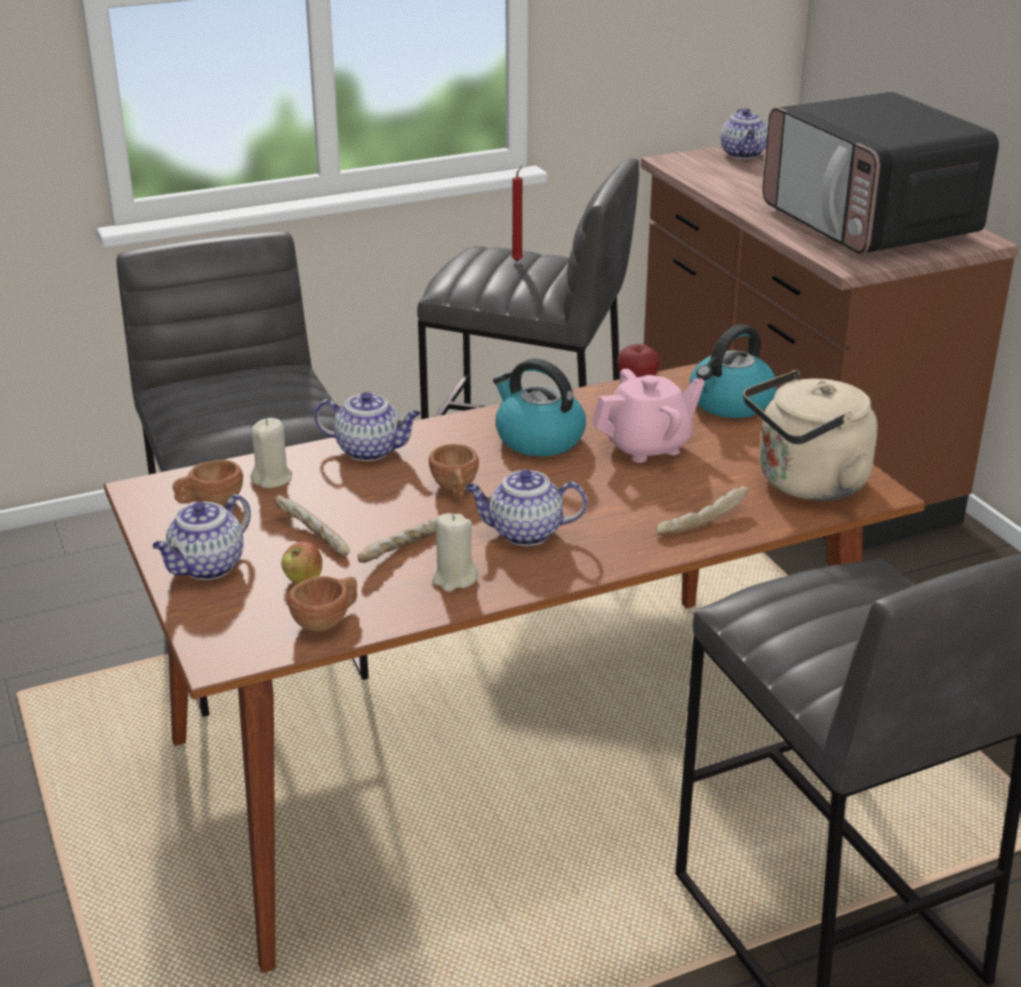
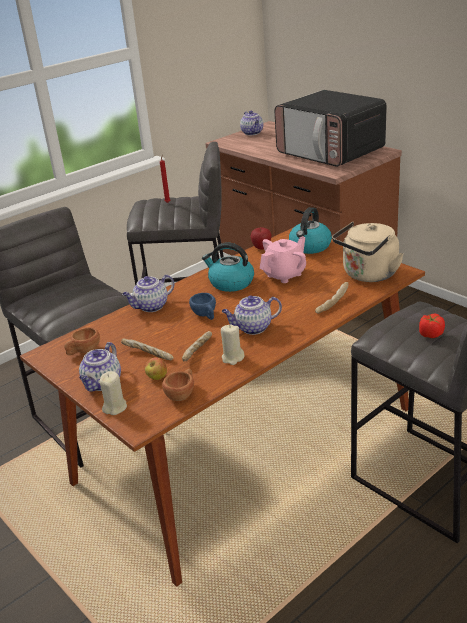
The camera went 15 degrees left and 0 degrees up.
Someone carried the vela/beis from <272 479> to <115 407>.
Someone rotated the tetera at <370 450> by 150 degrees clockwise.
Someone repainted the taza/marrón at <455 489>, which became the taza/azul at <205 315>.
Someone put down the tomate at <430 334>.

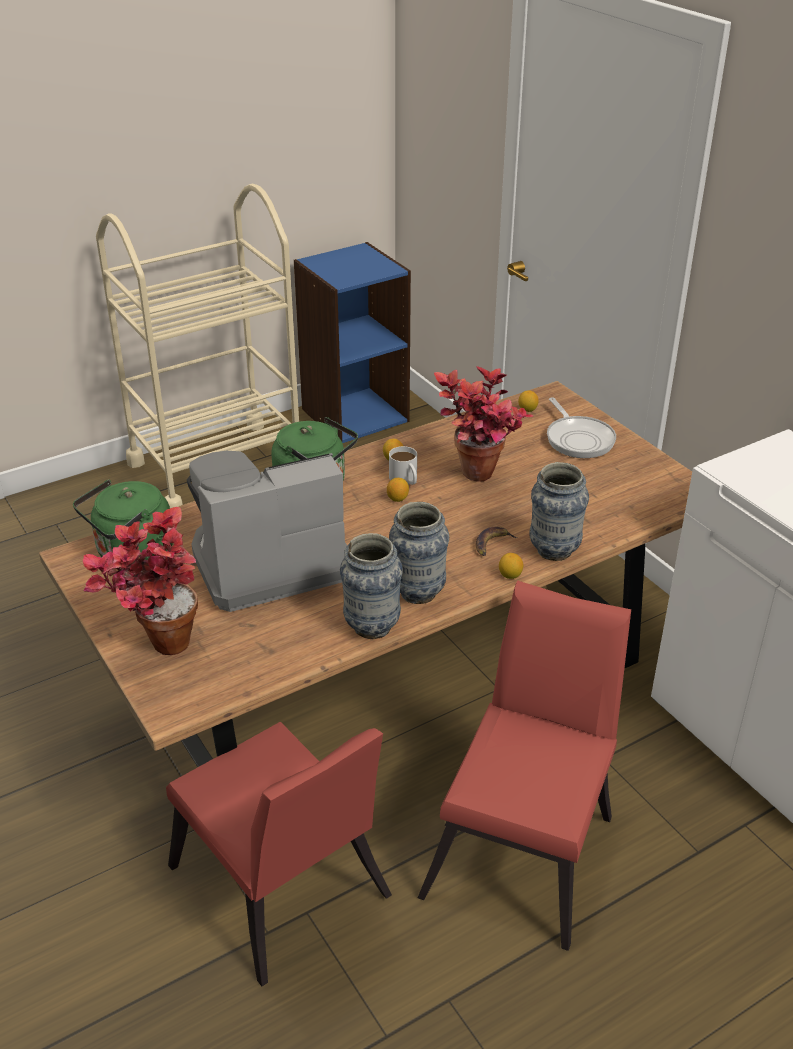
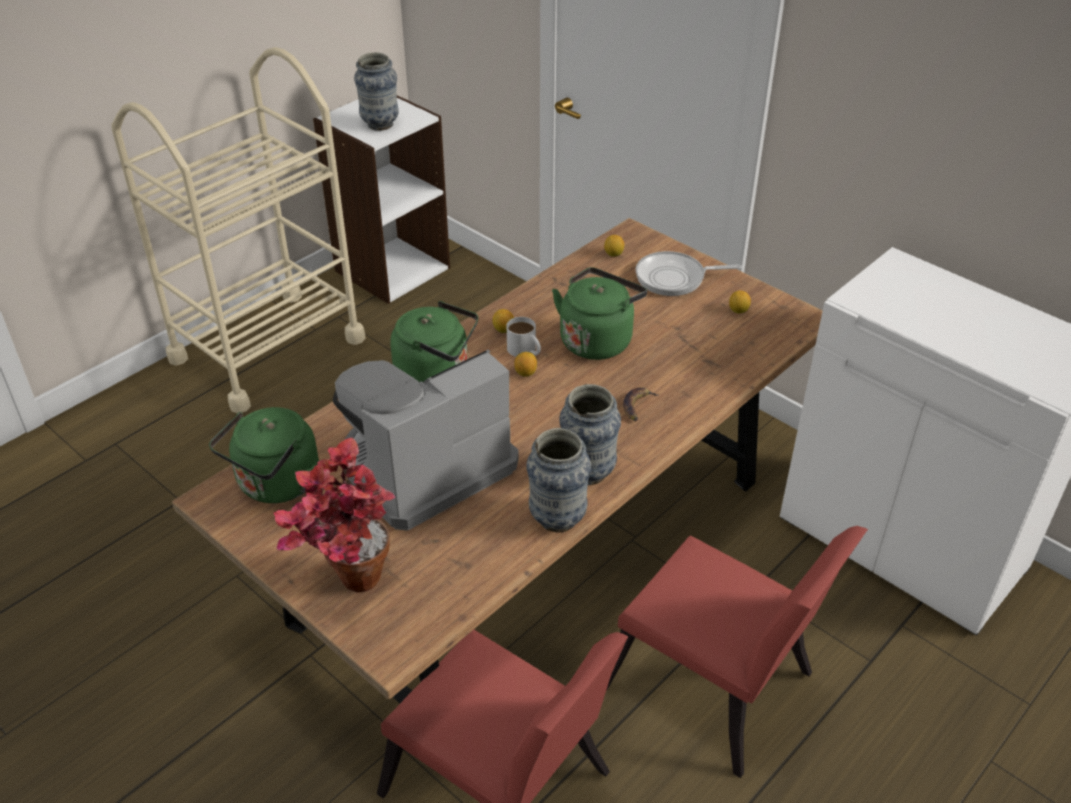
The camera went 15 degrees left and 5 degrees up.
Someone repainted the estantería/azul at <354 414>, which became the estantería/blanco at <391 268>.
Someone rotated the silla/rojo at <525 845> by 120 degrees clockwise.
Someone swapped the planta en maceta at <479 481> for the hervidor/verde at <597 339>.
Someone carried the limón from <510 575> to <738 311>.
Someone carried the florero from <554 551> to <380 125>.
Someone rotated the sartén at <578 439> by 120 degrees clockwise.

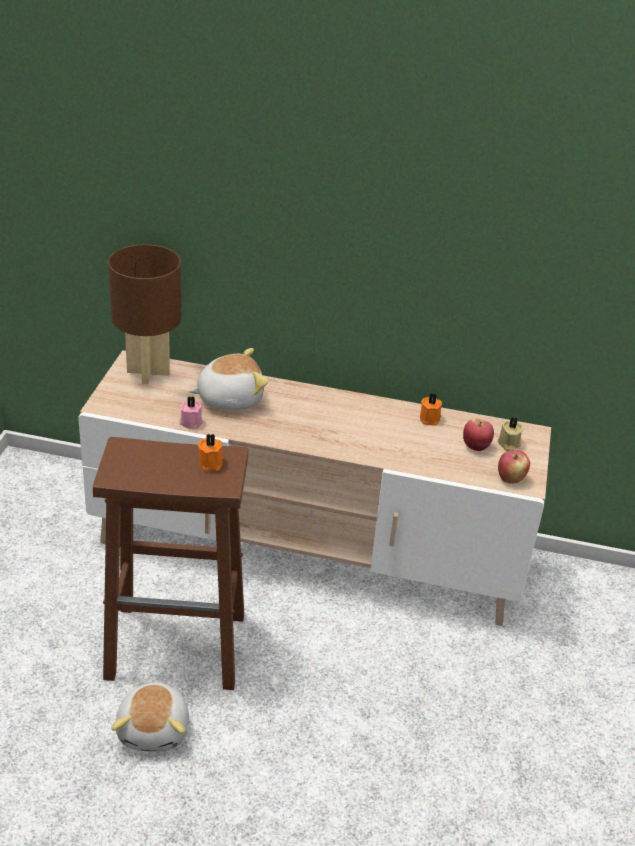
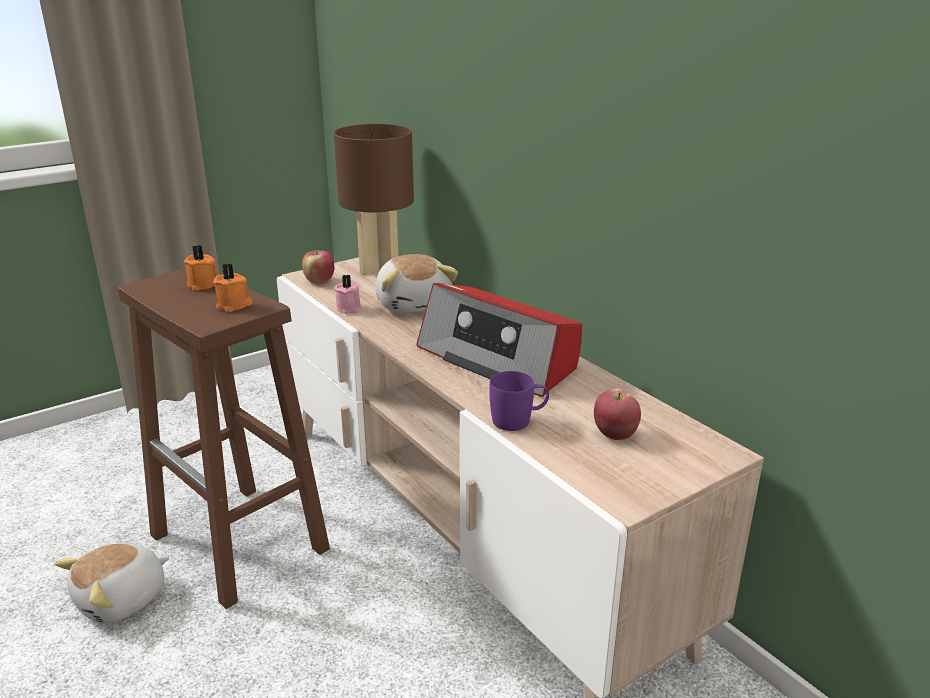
The camera went 45 degrees right and 10 degrees down.
Someone rotated the peluche at <229 398> by 45 degrees clockwise.
Someone carried the vela/naranja from <430 419> to <204 285>.
Someone took away the vela/beis at <508 444>.
Someone carried the manzana from <510 479> to <319 281>.
Someone put down the radio at <499 359>.
Someone put down the taza grande/morado at <519 420>.

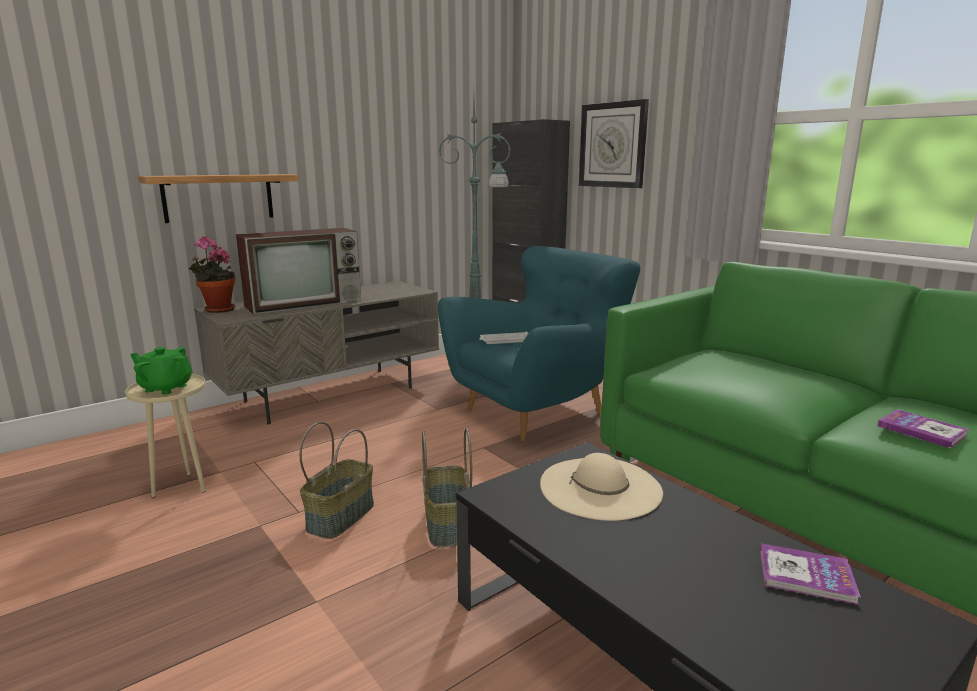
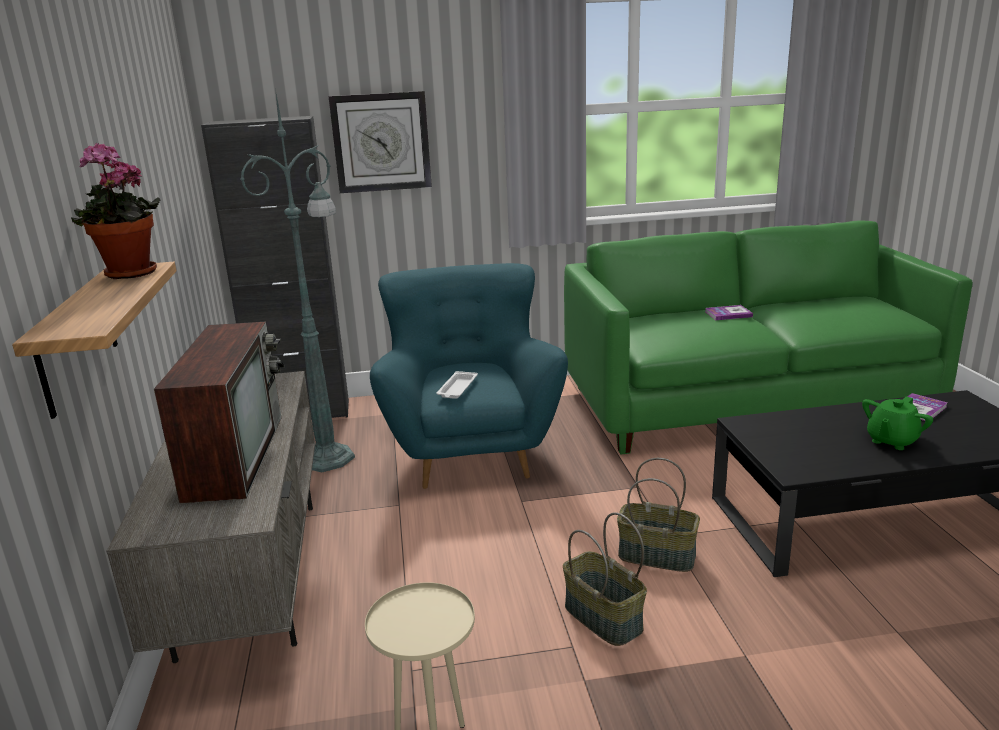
The camera went 60 degrees left and 5 degrees up.
Someone carried the tetera/verde from <165 388> to <891 441>.
Someone carried the planta en maceta from <217 310> to <129 274>.
Someone took away the sombrero/beis at <600 487>.
Someone carried the libro from <921 430> to <728 314>.

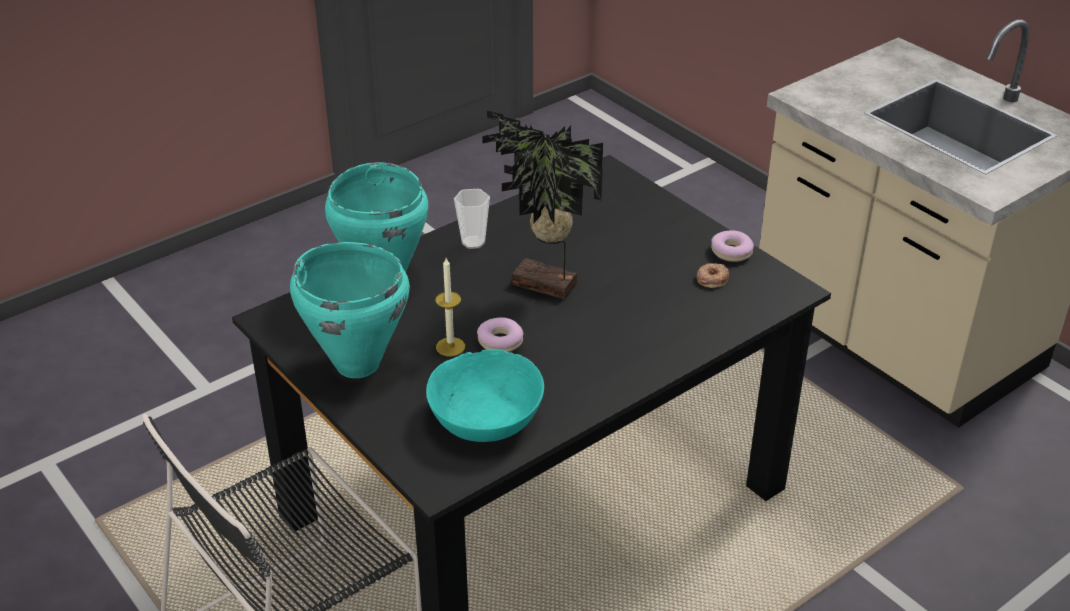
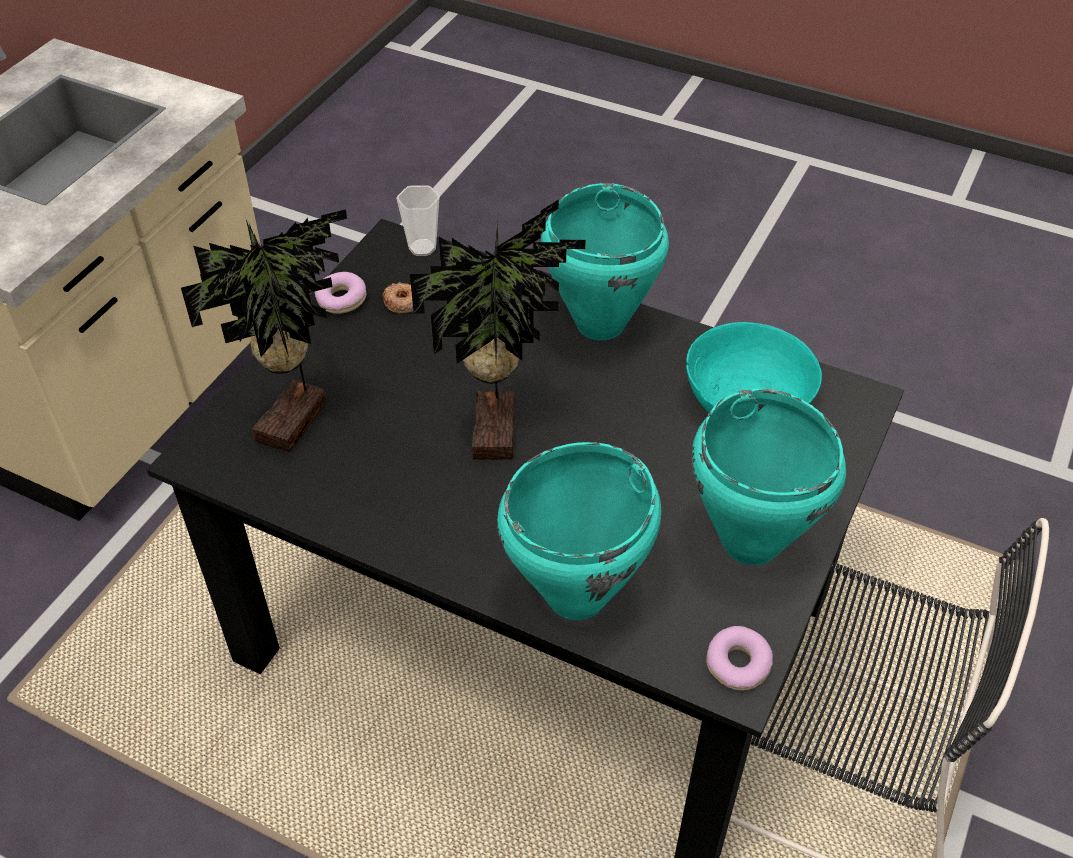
The camera went 115 degrees left and 10 degrees up.
Someone took away the vela at <450 347>.
Someone carried the taza from <473 242> to <422 248>.
Someone carried the rosquilla from <500 341> to <737 664>.
Someone put down the planta en maceta at <298 422>.
Someone put down the olla/turquesa at <599 324>.

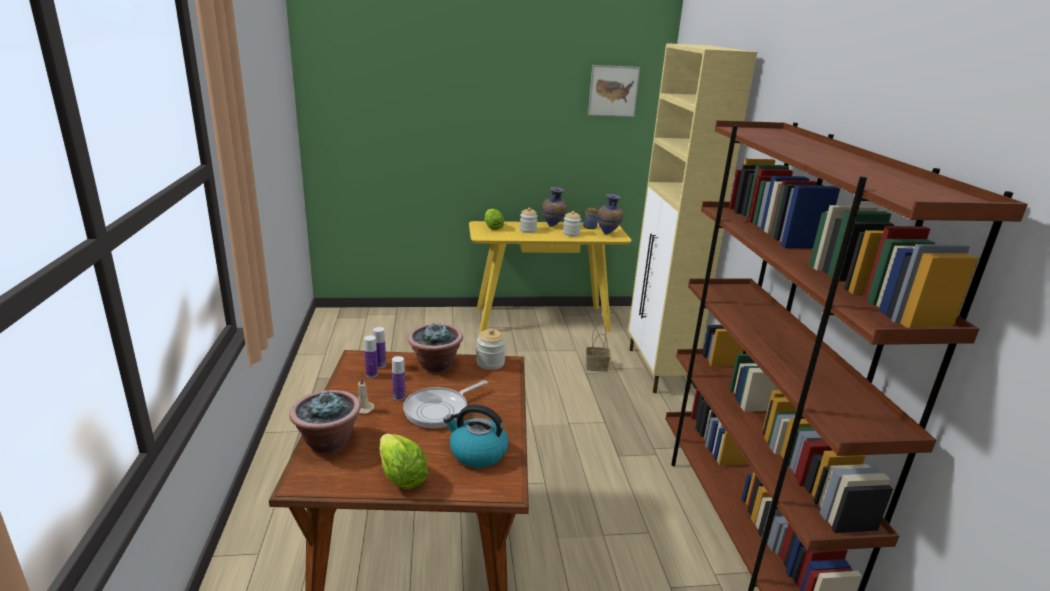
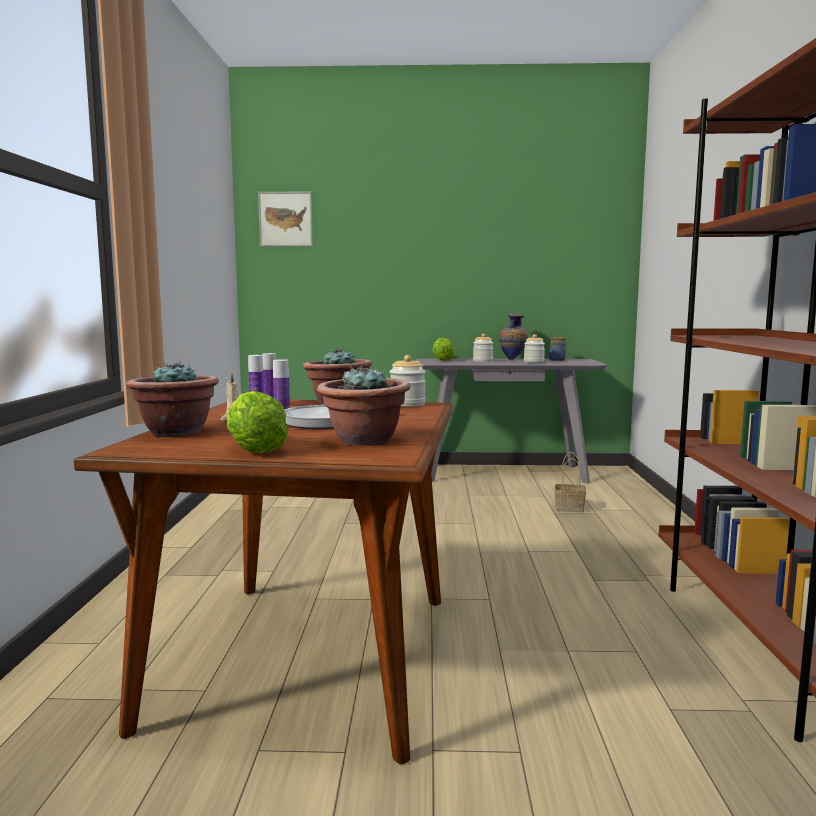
The camera went 10 degrees right and 15 degrees down.
Someone swapped the hervidor at <477 453> for the planta en maceta at <364 441>.
Someone repainted the mesa consola/amarillo at <542 319>, which became the mesa consola/gris at <504 473>.
Someone carried the cuadro from <613 91> to <285 219>.
Someone took away the florero at <608 234>.
Someone took away the armario/beis at <657 370>.

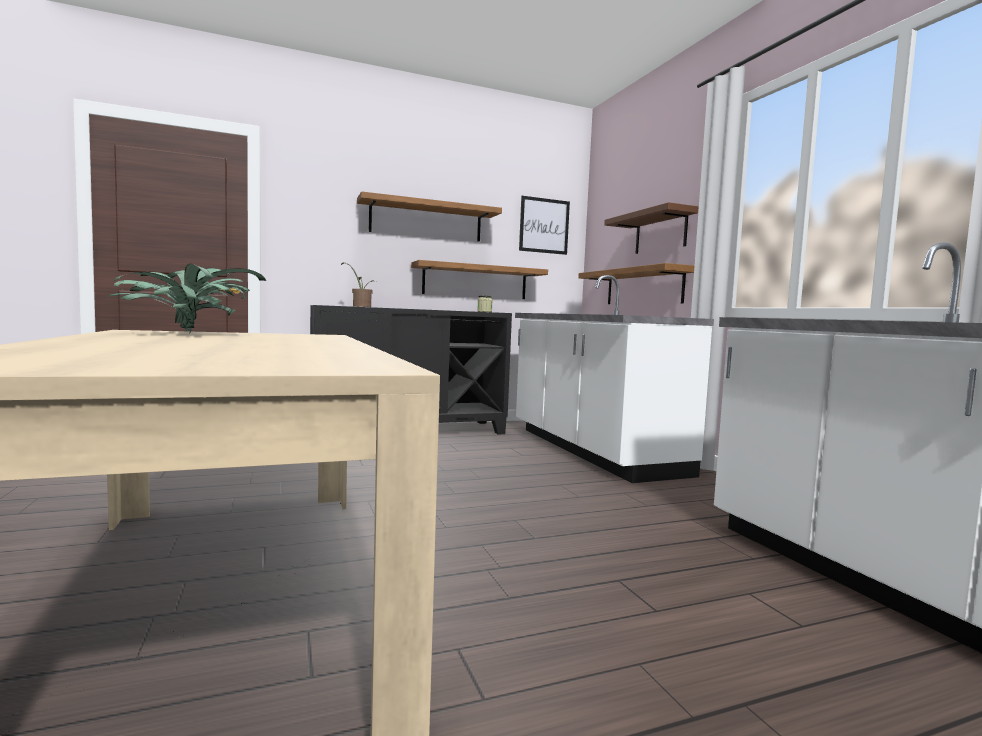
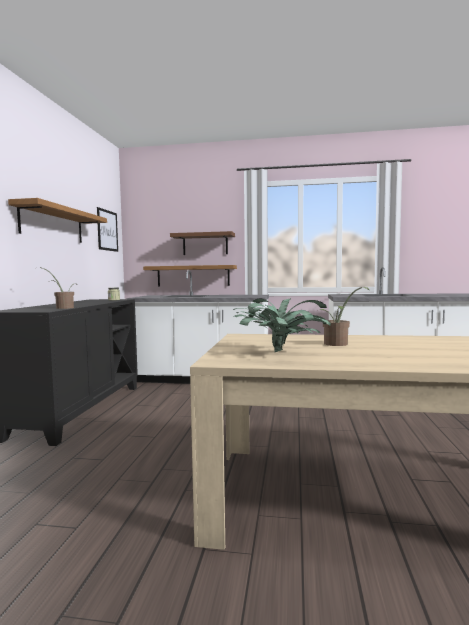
The camera went 60 degrees left and 0 degrees up.
Someone took away the estante at <475 281>.
Someone put down the planta en maceta at <338 344>.

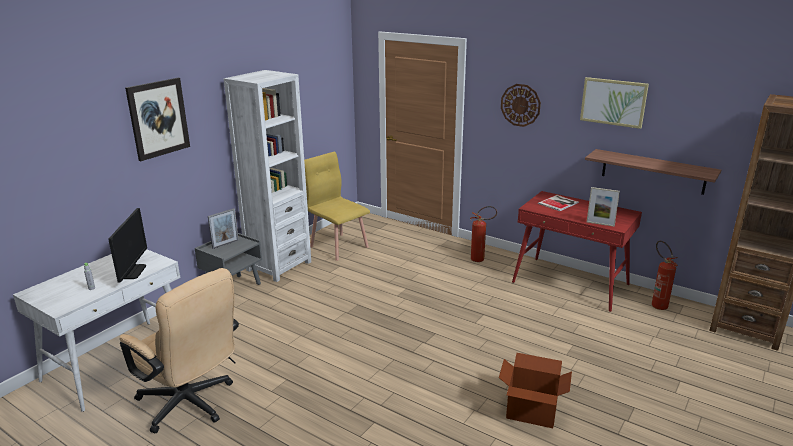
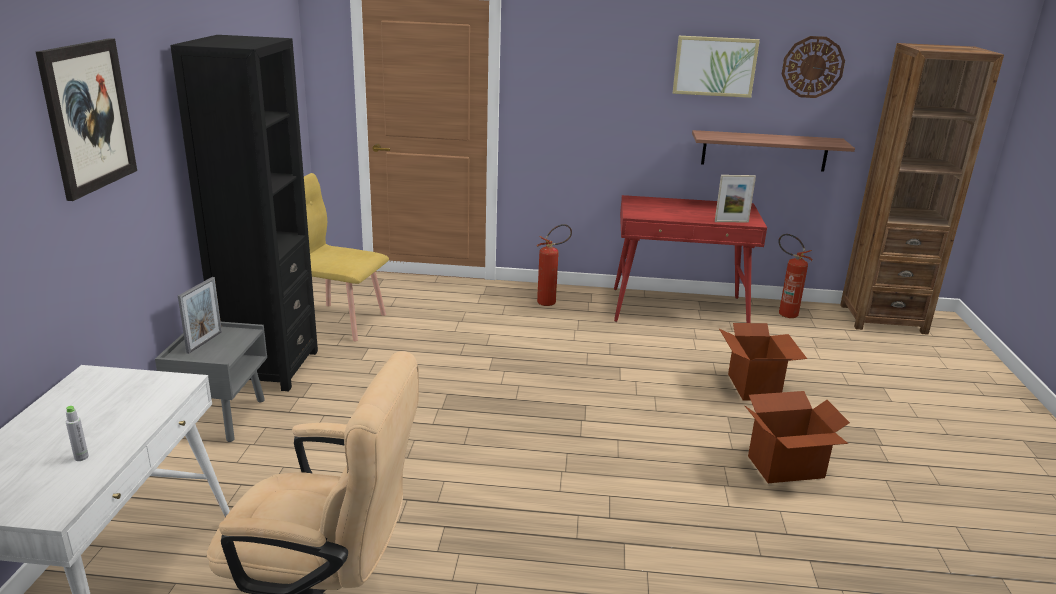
The camera went 30 degrees left and 0 degrees up.
Someone took away the monitor at <132 272>.
Someone repainted the estantería/blanco at <279 266>, which became the estantería/negro at <270 367>.
Someone carried the reloj de pared from <520 105> to <812 67>.
Someone took away the libro at <559 203>.
Someone put down the caja de cartón at <754 387>.

